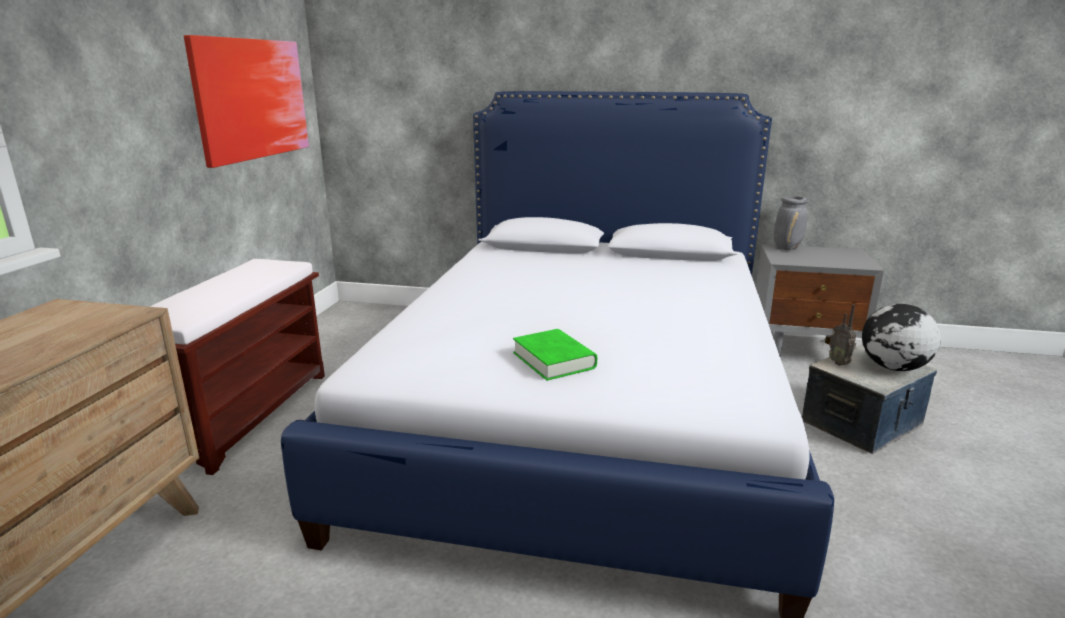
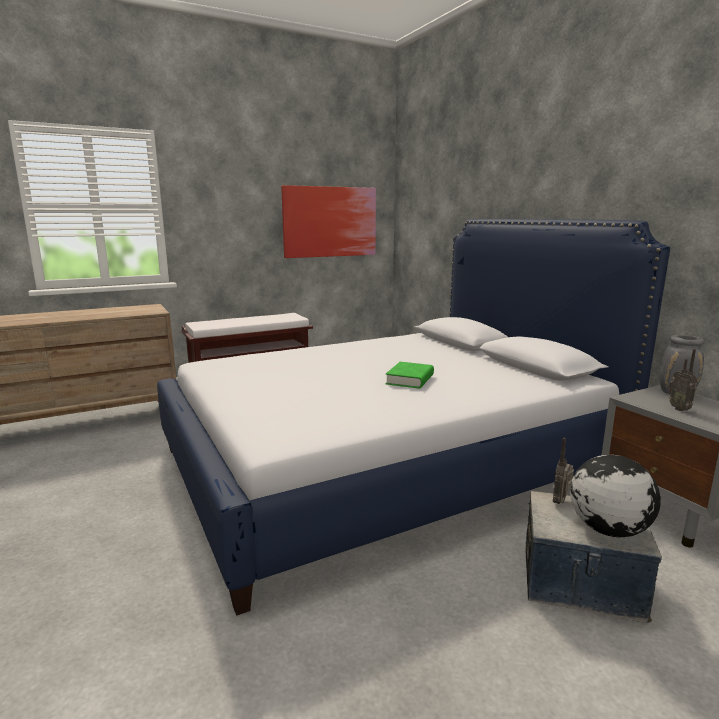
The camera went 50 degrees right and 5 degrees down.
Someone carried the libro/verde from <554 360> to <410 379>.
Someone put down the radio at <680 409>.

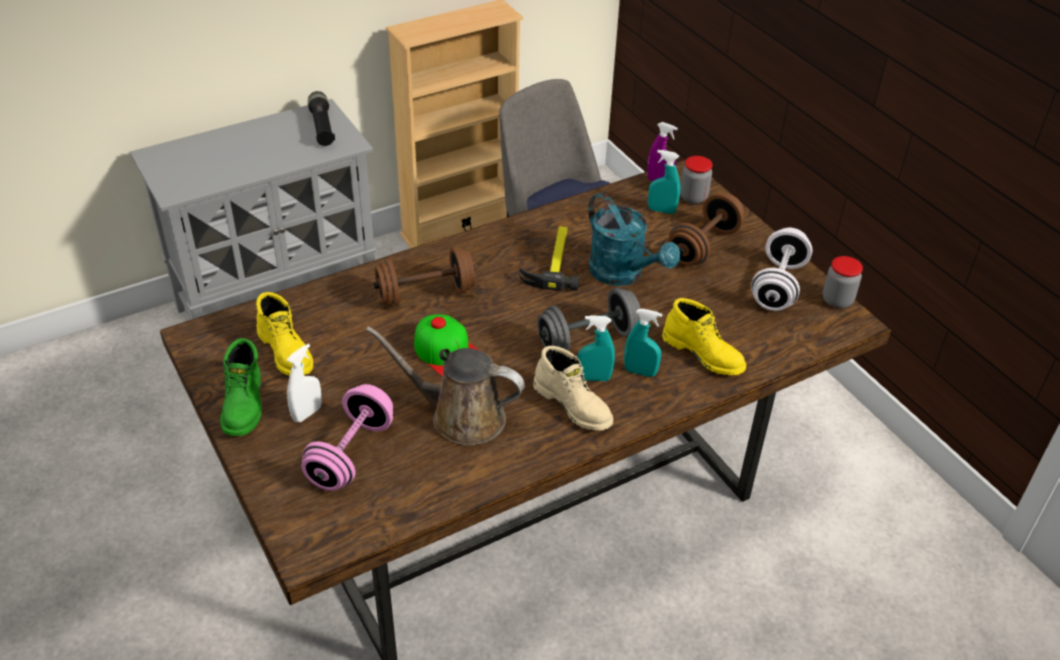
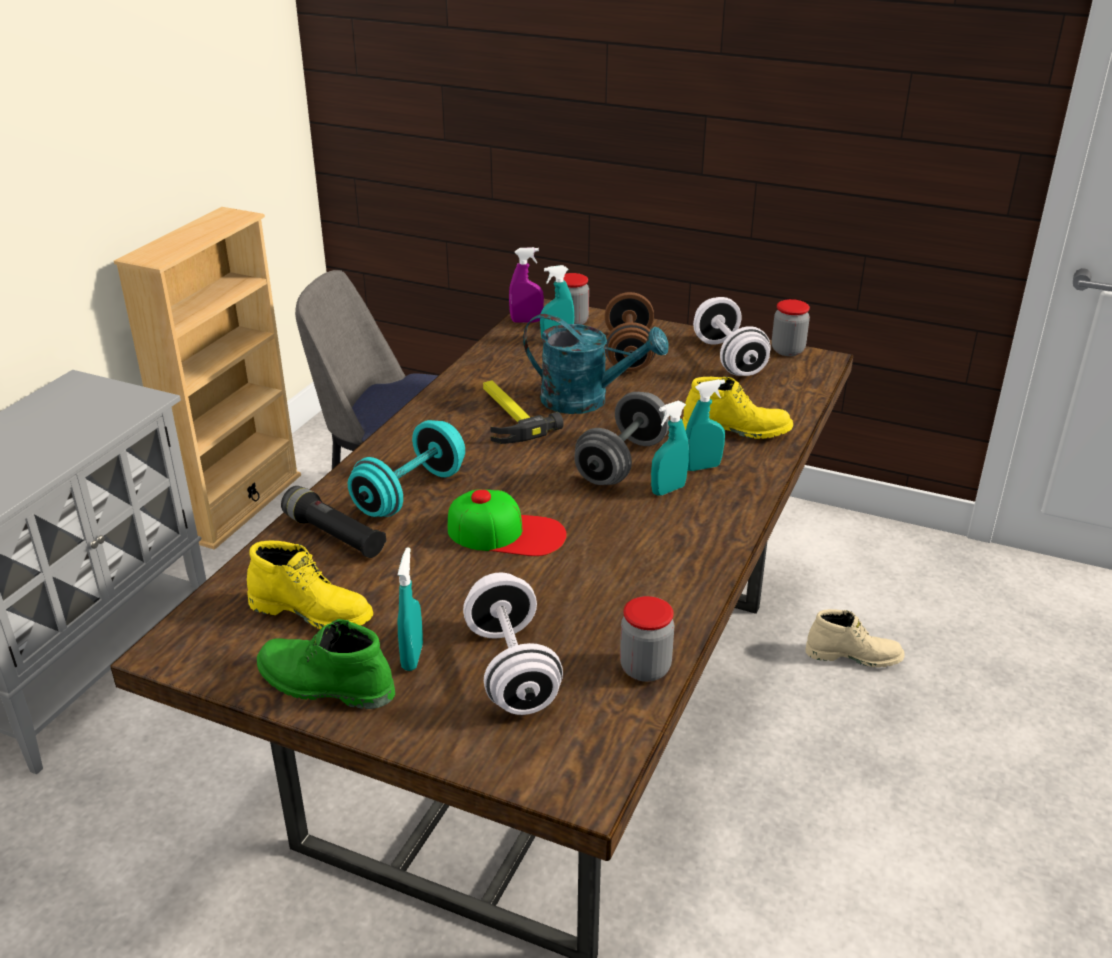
The camera went 35 degrees left and 10 degrees down.
Someone rotated the bota/verde at <245 404> by 150 degrees clockwise.
Someone repainted the pulverizador/blanco at <307 413>, which became the pulverizador/turquesa at <412 657>.
Someone repainted the mancuerna/rosa at <351 454>, which became the mancuerna/blanco at <512 669>.
Someone carried the linterna/negro from <322 127> to <334 535>.
Someone took away the regadera/marrón at <460 416>.
Someone repainted the mancuerna/marrón at <426 294>, which became the mancuerna/turquesa at <410 493>.
Someone carried the bota/beis from <574 405> to <853 655>.
Someone put down the tarro at <645 668>.

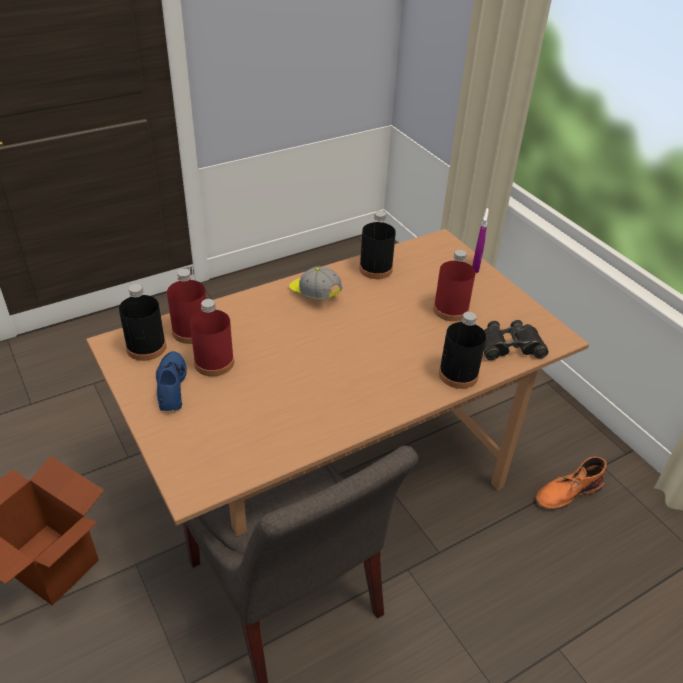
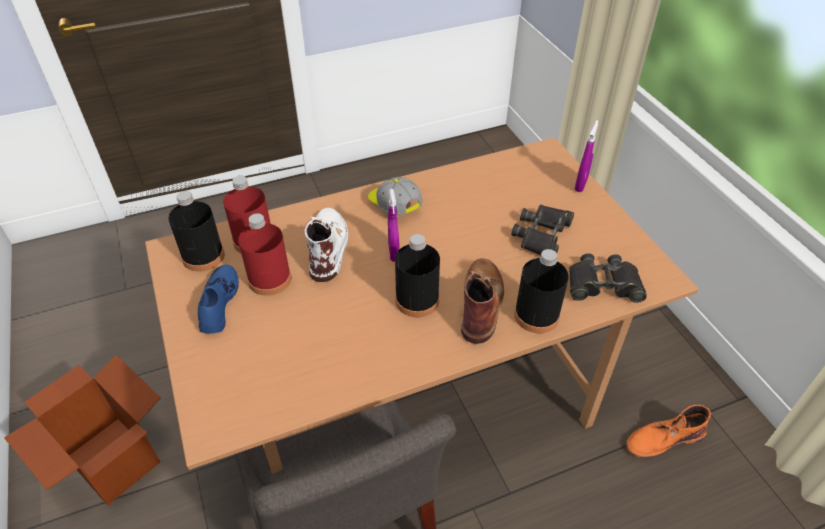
The camera went 10 degrees right and 5 degrees up.
Someone carried the botella/negro from <375 269> to <417 300>.
Someone swapped the botella/rojo at <450 310> for the prismáticos/negro at <542 235>.
Someone put down the bota/blanco at <327 246>.
Someone put down the pulverizador/morado at <394 252>.
Someone put down the bota/marrón at <481 301>.

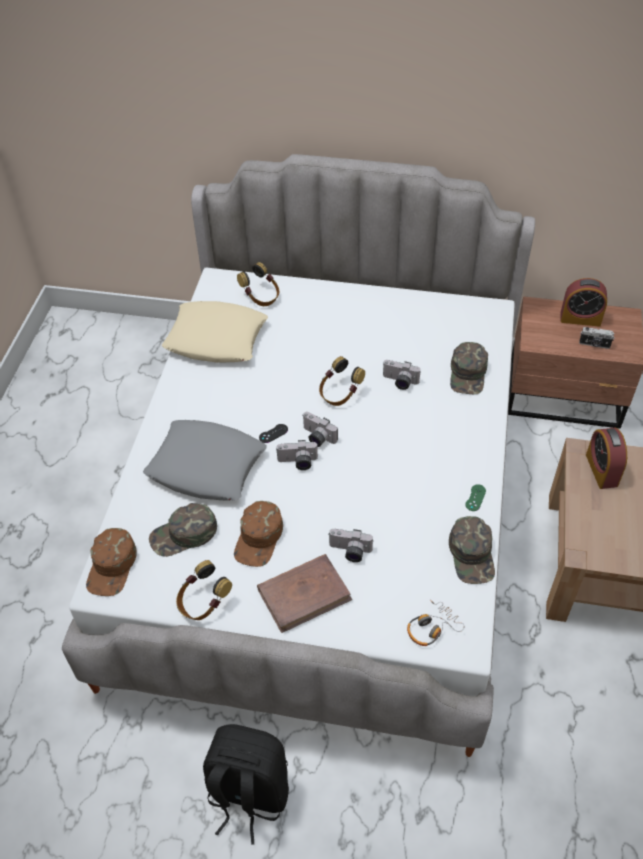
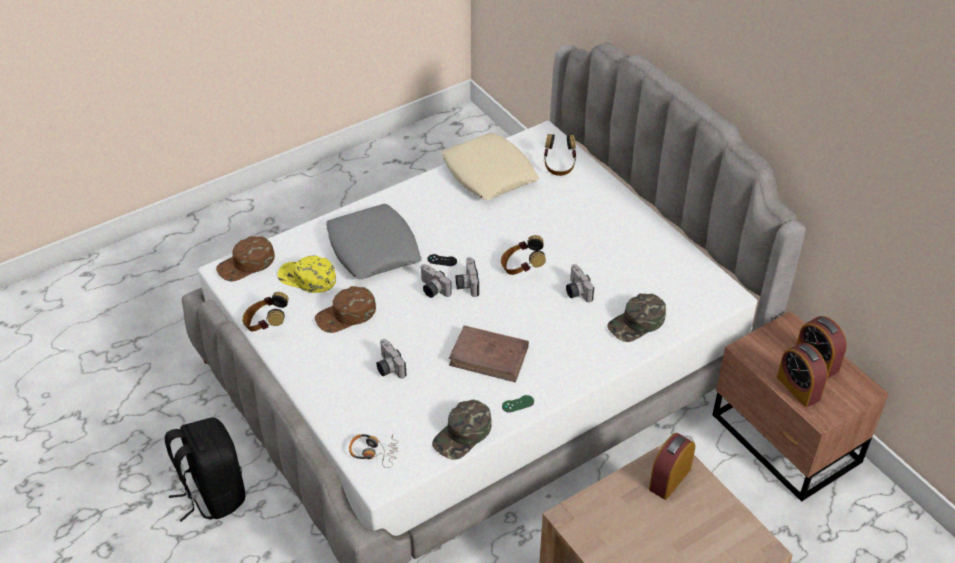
The camera went 45 degrees right and 5 degrees down.
Someone repainted the gorra/verde at <184 535>, which became the gorra/amarillo at <307 278>.
Someone carried the libro/marrón from <304 594> to <489 356>.
Someone swapped the cámara at <594 344> for the despertador at <798 388>.

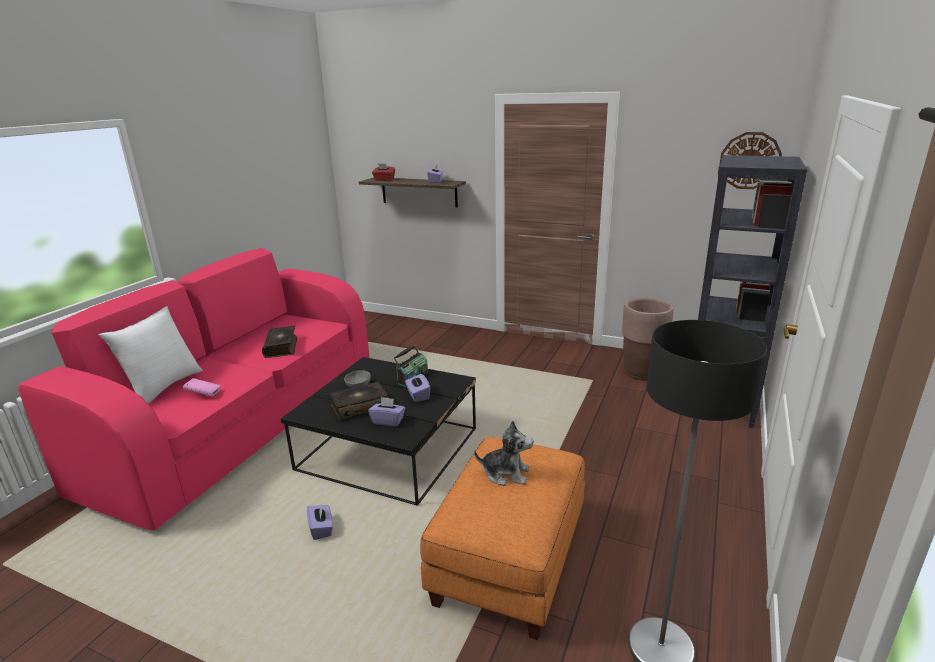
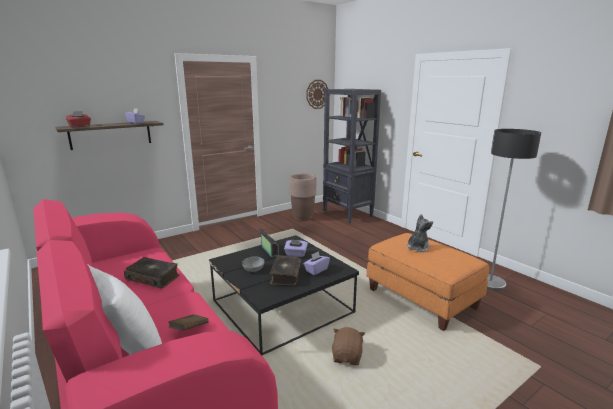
The camera went 60 degrees left and 5 degrees down.
Someone repainted the libro/rosa at <203 394>, which became the libro/marrón at <189 330>.
Someone swapped the caja de pañuelos/morado at <321 529> for the peluche/marrón at <347 357>.

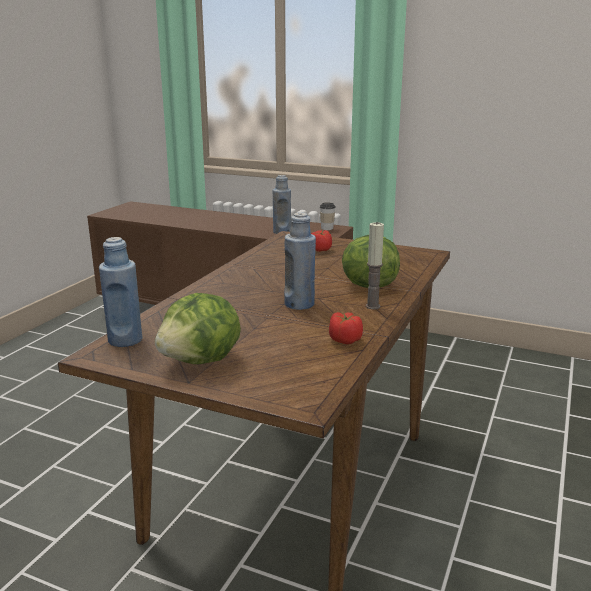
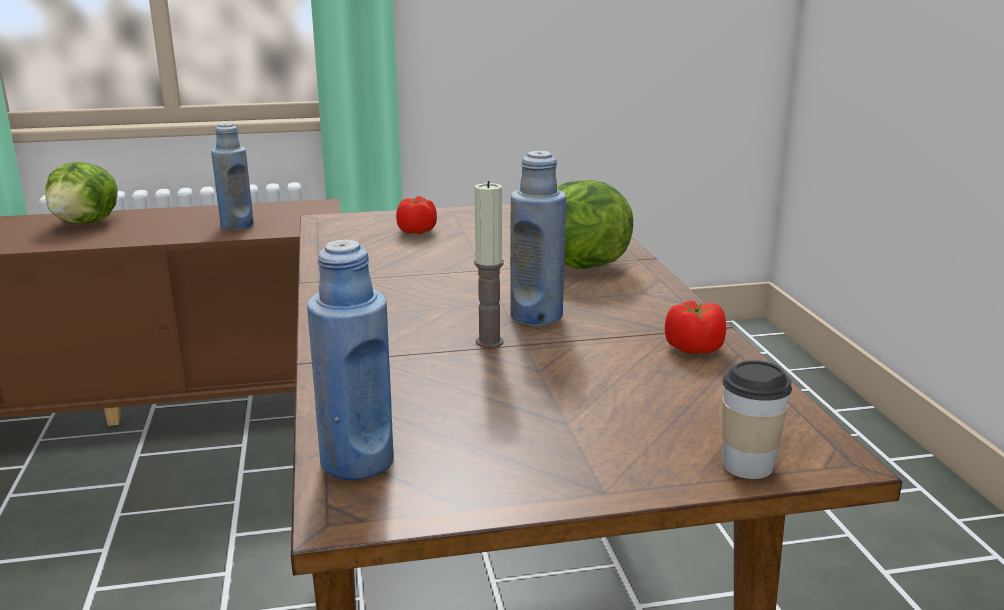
The camera went 35 degrees left and 0 degrees up.
Someone carried the lechuga from <202 361> to <87 223>.
Someone carried the taza from <327 228> to <748 465>.
Someone carried the vela from <373 306> to <489 342>.

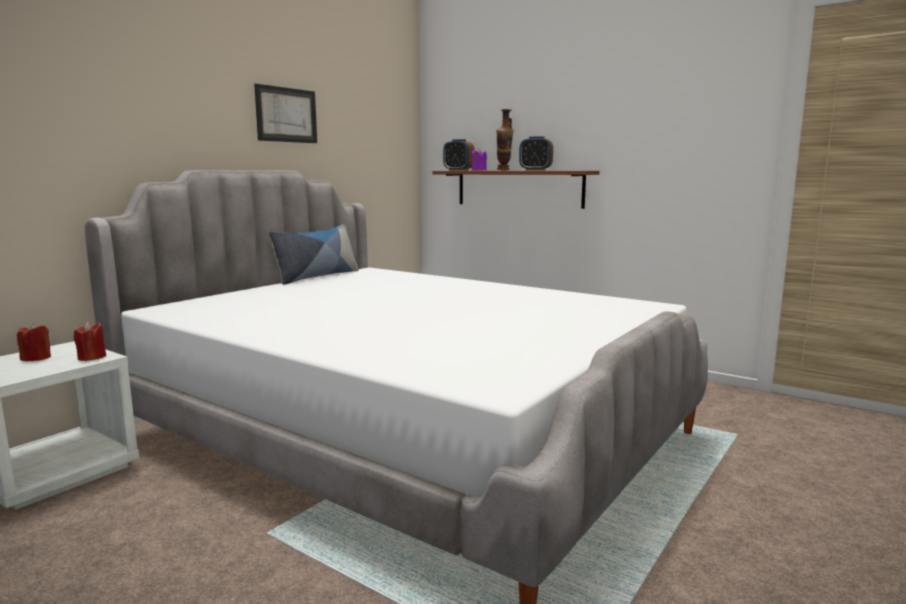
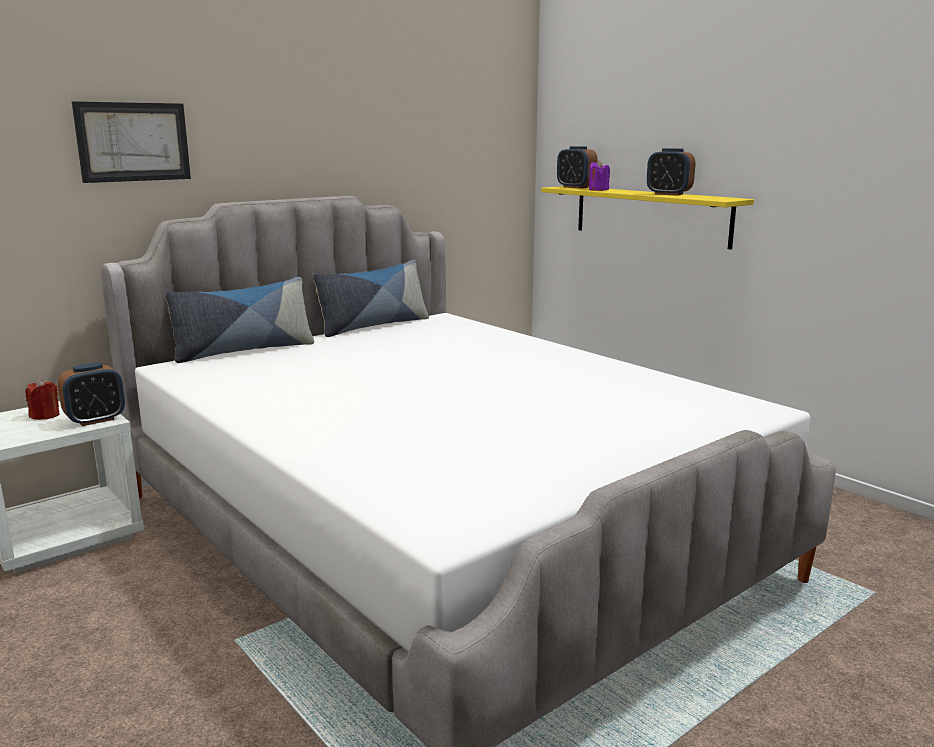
The camera went 15 degrees right and 5 degrees up.
Someone swapped the vela/rojo at <92 357> for the despertador at <95 420>.
Someone carried the cuadro from <286 115> to <133 142>.
Someone repainted the estante/marrón at <518 188>, which became the estante/amarillo at <650 215>.
Someone took away the florero at <504 170>.
Someone put down the cojín at <244 350>.

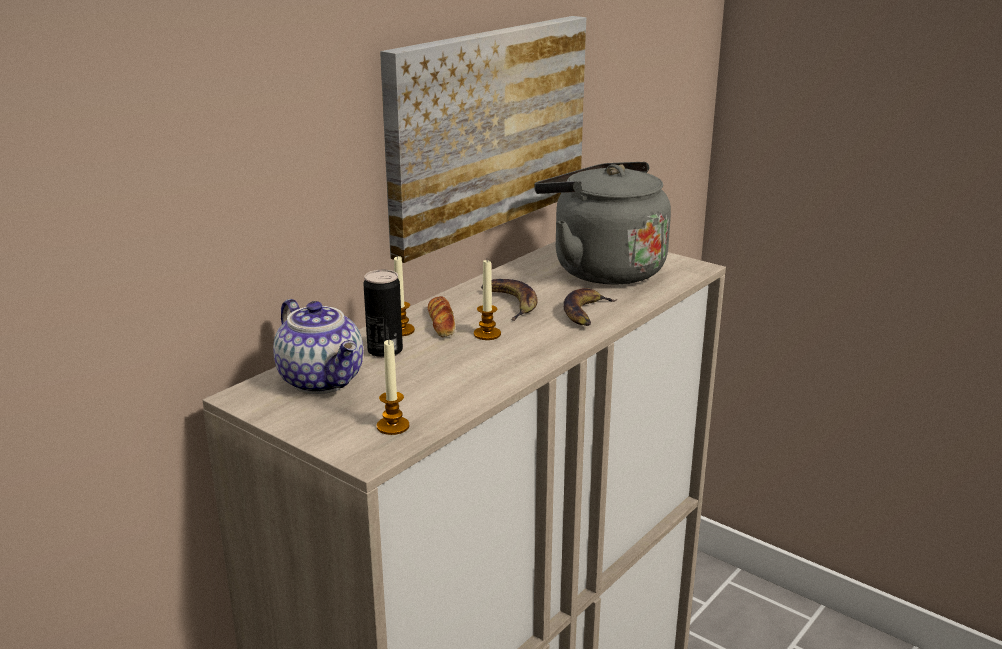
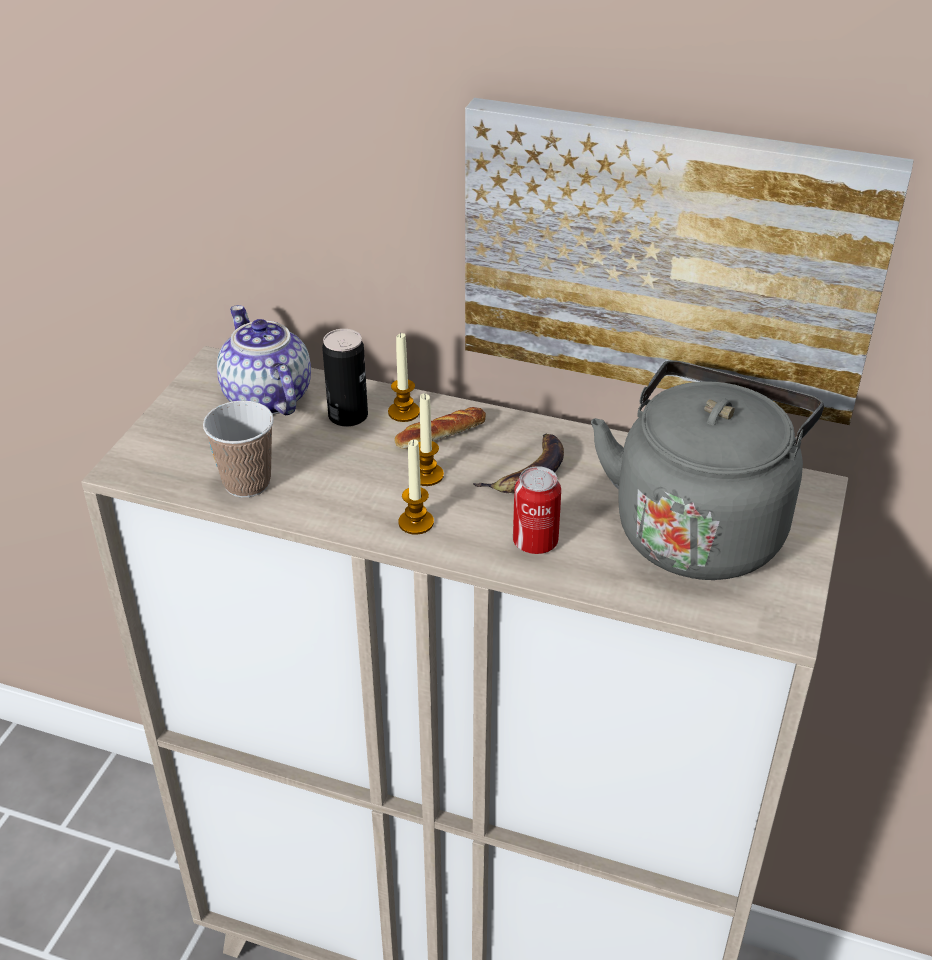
The camera went 70 degrees right and 15 degrees up.
Someone rotated the tetera at <323 380> by 120 degrees clockwise.
Someone carried the vela from <393 426> to <416 523>.
Someone swapped the plátano at <586 313> for the lata at <535 542>.
Someone put down the taza at <247 483>.

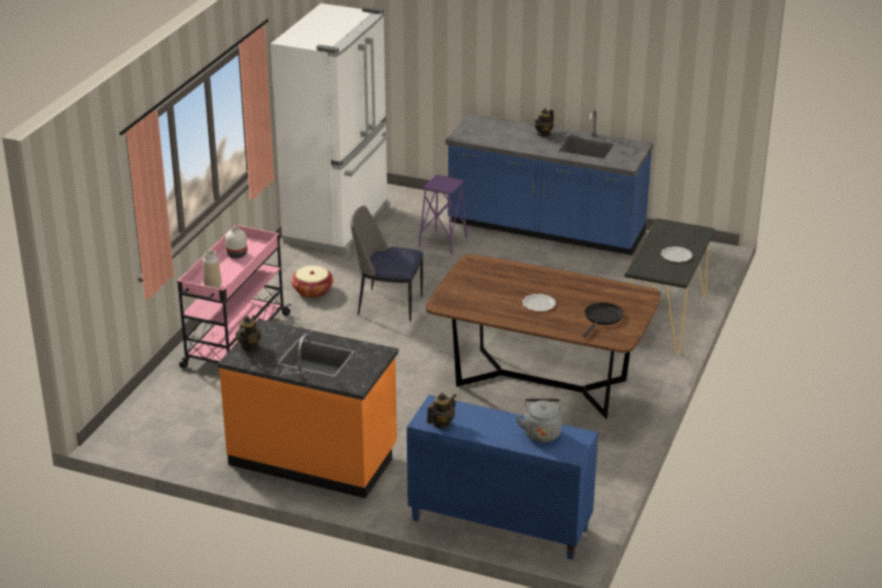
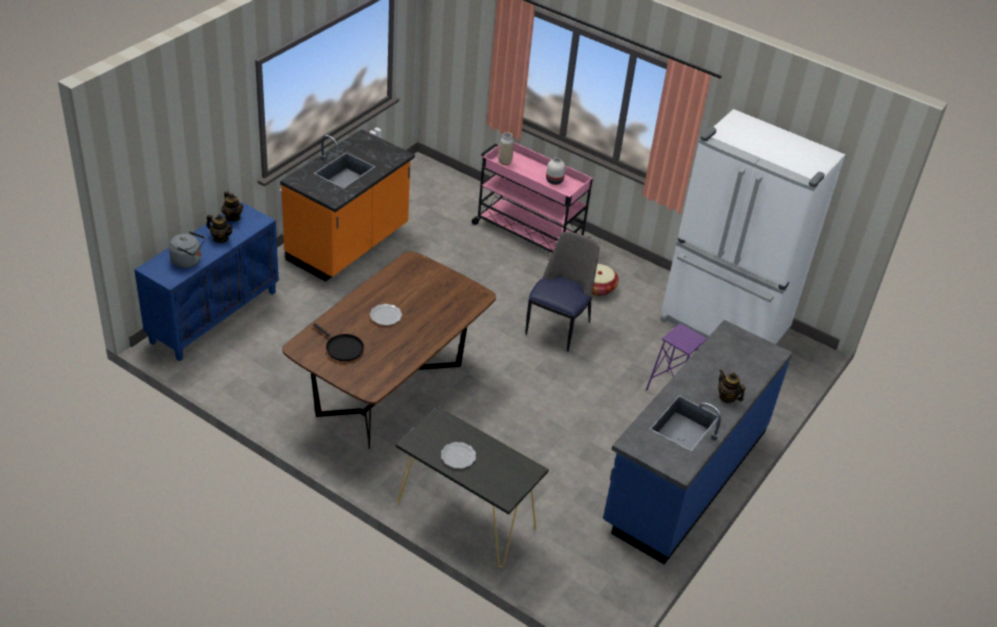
The camera went 100 degrees right and 10 degrees up.
Someone carried the tetera from <248 346> to <221 238>.

